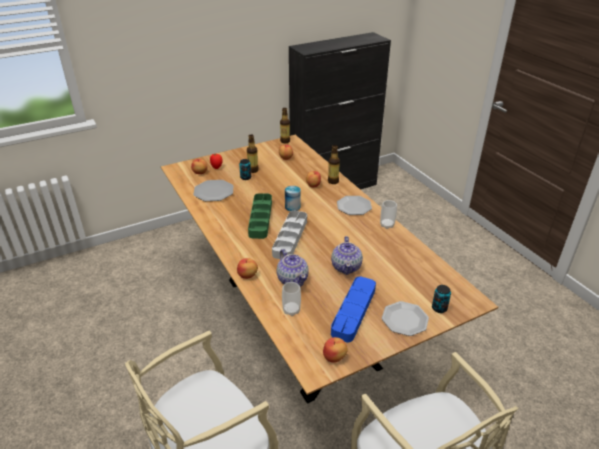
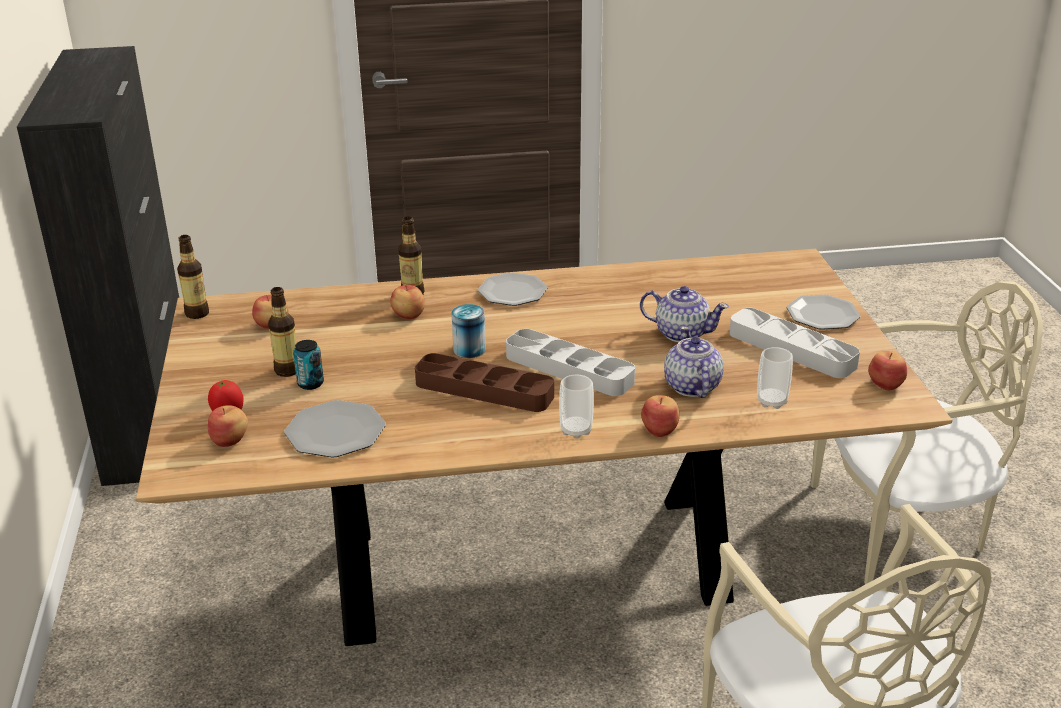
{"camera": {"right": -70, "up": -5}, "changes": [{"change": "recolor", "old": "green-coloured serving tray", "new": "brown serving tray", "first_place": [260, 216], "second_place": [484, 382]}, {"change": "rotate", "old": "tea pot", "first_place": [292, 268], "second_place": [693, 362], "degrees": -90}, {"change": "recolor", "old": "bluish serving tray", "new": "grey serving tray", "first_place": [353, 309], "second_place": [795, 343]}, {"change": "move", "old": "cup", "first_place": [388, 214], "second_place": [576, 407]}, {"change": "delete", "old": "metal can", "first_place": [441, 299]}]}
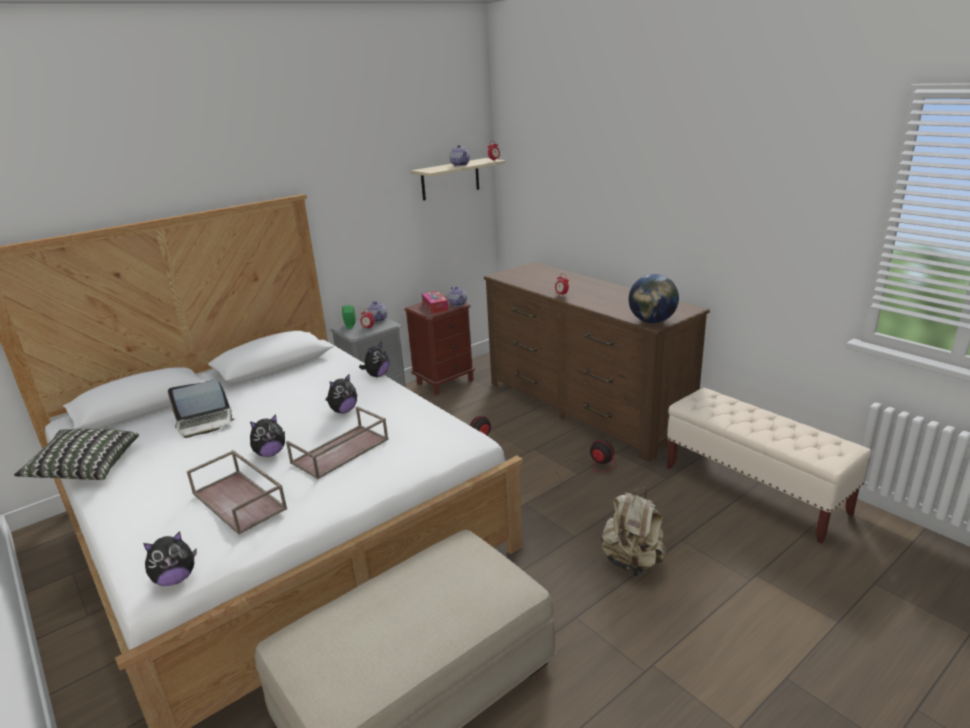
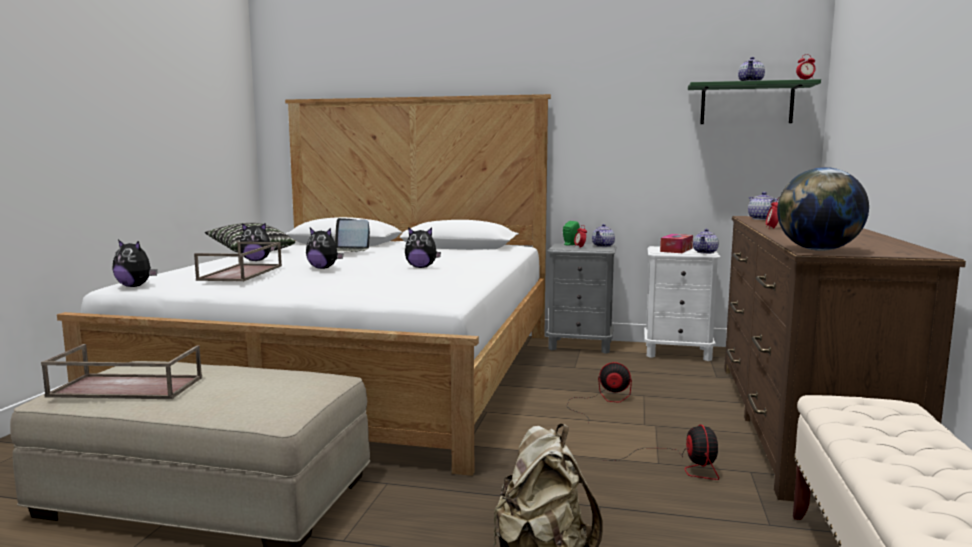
{"camera": {"right": 50, "up": -15}, "changes": [{"change": "move", "old": "brown serving tray", "first_place": [337, 443], "second_place": [121, 371]}, {"change": "move", "old": "plush toy", "first_place": [374, 359], "second_place": [257, 242]}, {"change": "recolor", "old": "brown bedside table", "new": "whitish bedside table", "first_place": [440, 345], "second_place": [682, 303]}, {"change": "recolor", "old": "beige shelf", "new": "green-coloured shelf", "first_place": [458, 179], "second_place": [754, 101]}, {"change": "insert", "new": "tea pot", "second_place": [763, 206]}]}
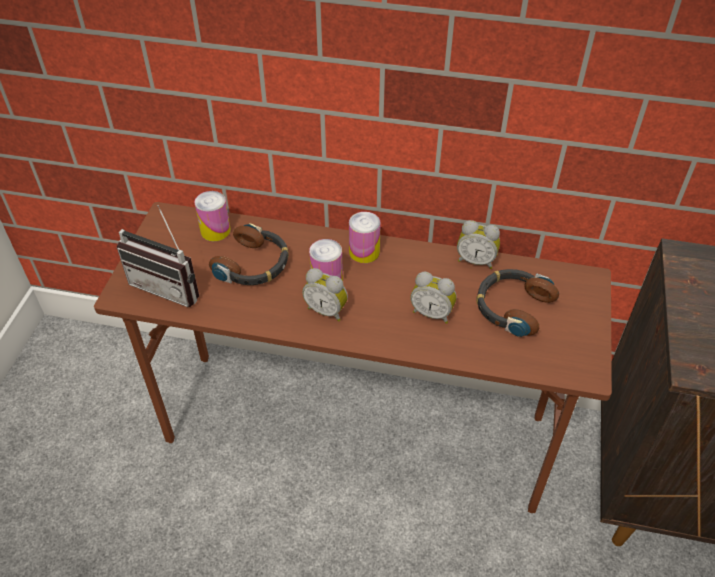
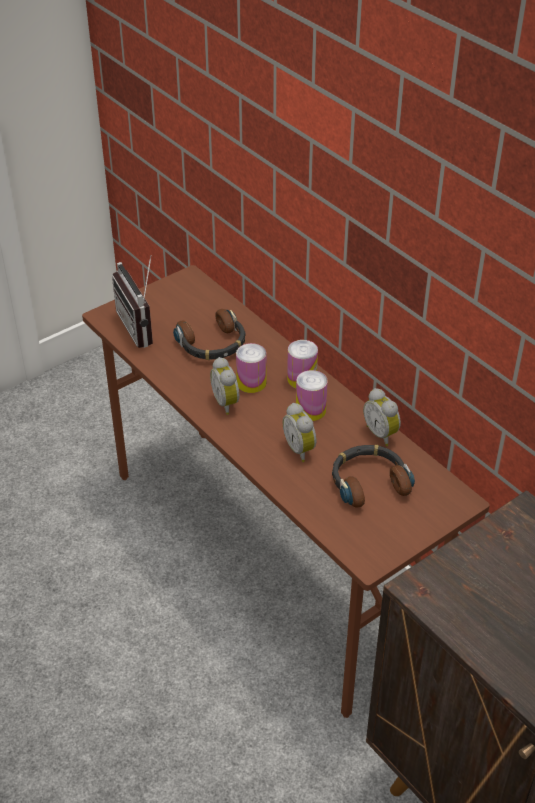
{"camera": {"right": 40, "up": -5}, "changes": [{"change": "move", "old": "metal can", "first_place": [213, 216], "second_place": [312, 395]}]}
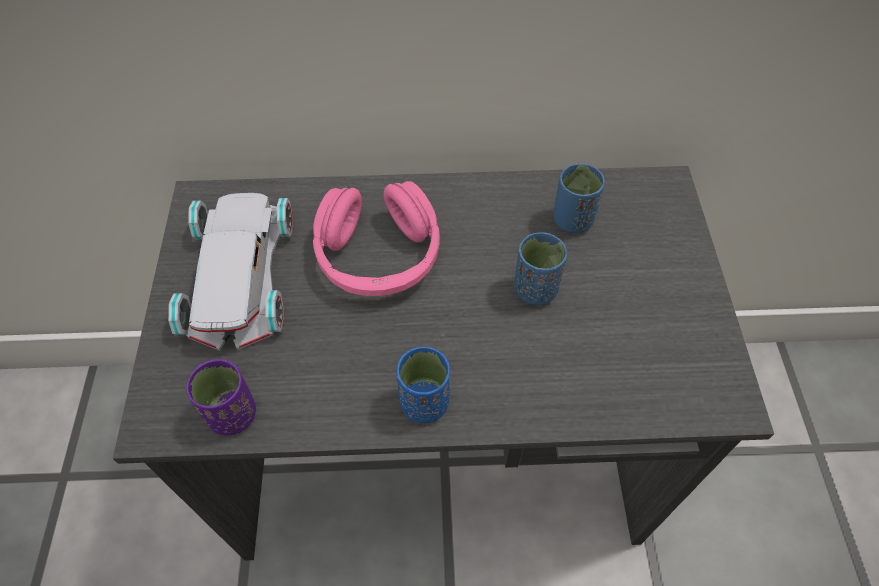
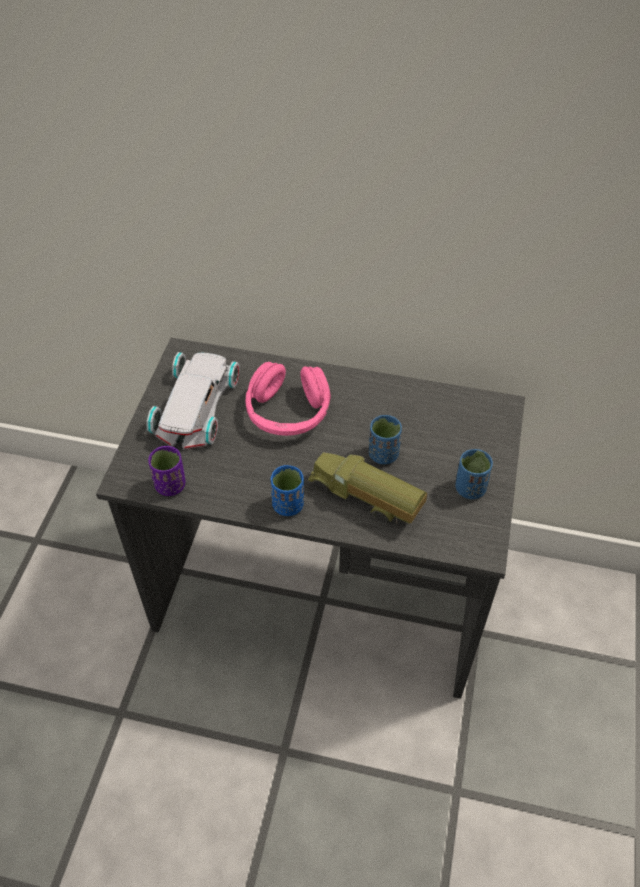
{"camera": {"right": 15, "up": -5}, "changes": [{"change": "move", "old": "bluish cup", "first_place": [579, 198], "second_place": [474, 474]}, {"change": "insert", "new": "toy lorry", "second_place": [367, 488]}]}
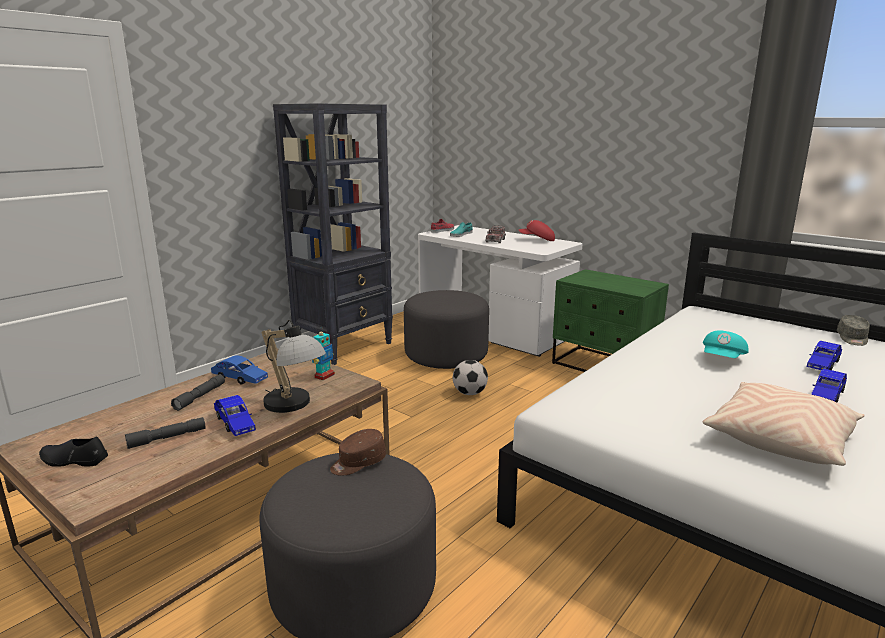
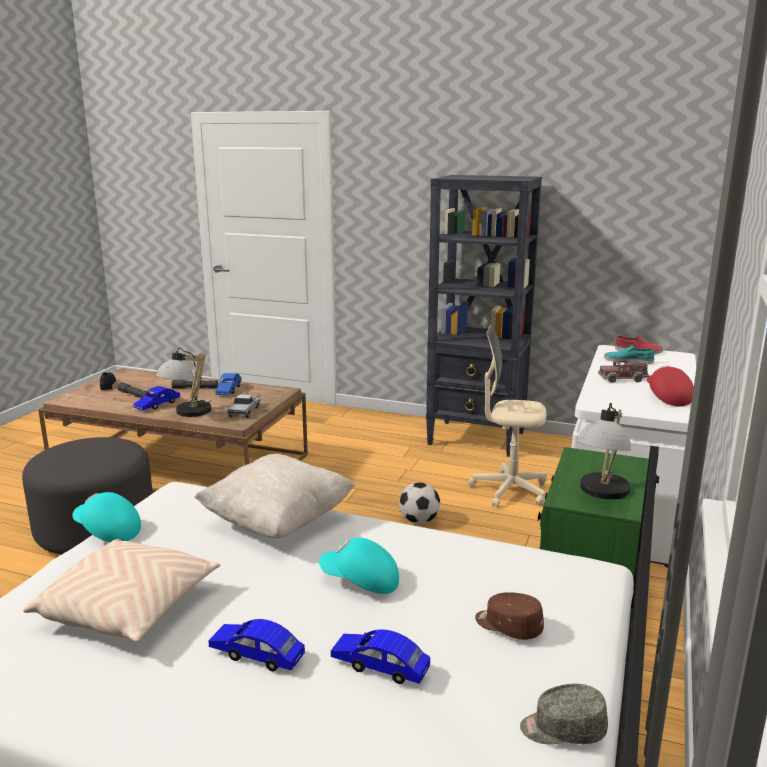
{"camera": {"right": 70, "up": 0}, "changes": [{"change": "replace", "old": "robot figure", "new": "toy lorry", "first_place": [323, 354], "second_place": [243, 405]}, {"change": "move", "old": "brown peaked cap", "first_place": [358, 452], "second_place": [509, 616]}, {"change": "replace", "old": "grey ottoman", "new": "beige office chair", "first_place": [446, 329], "second_place": [507, 416]}, {"change": "insert", "new": "turquoise-coloured peaked cap", "second_place": [106, 517]}, {"change": "insert", "new": "beige cushion", "second_place": [275, 496]}, {"change": "insert", "new": "table lamp", "second_place": [603, 451]}]}
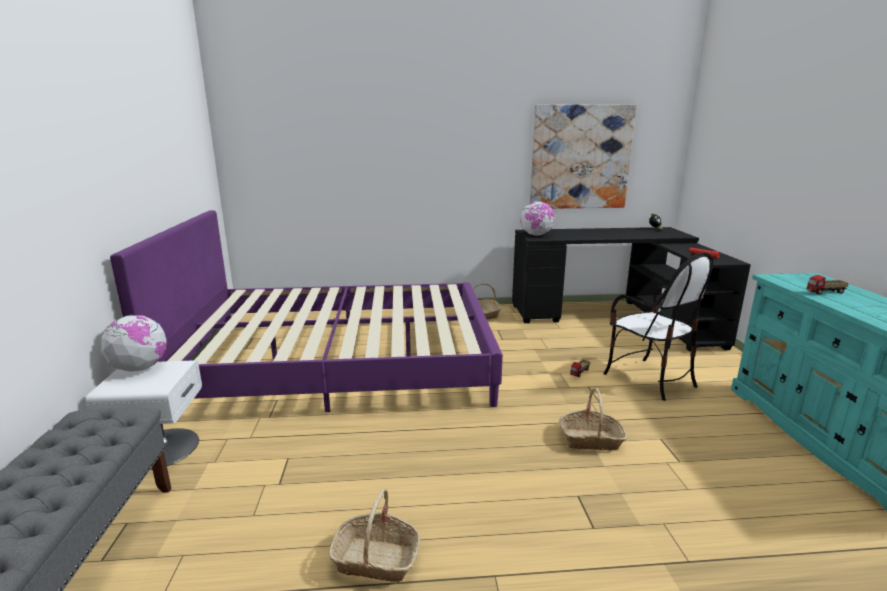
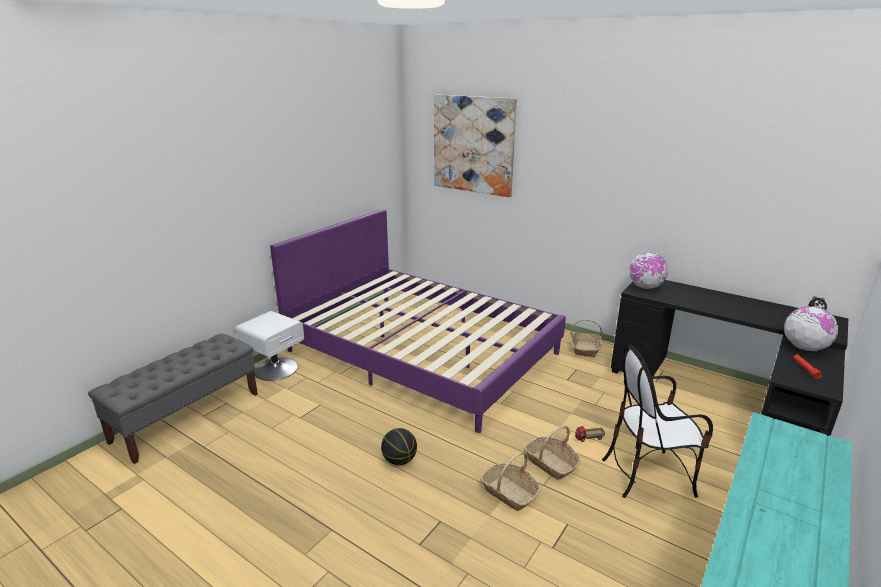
{"camera": {"right": 40, "up": 5}, "changes": [{"change": "move", "old": "globe", "first_place": [134, 343], "second_place": [811, 328]}, {"change": "move", "old": "basket", "first_place": [374, 535], "second_place": [552, 452]}, {"change": "move", "old": "picture", "first_place": [583, 156], "second_place": [475, 145]}, {"change": "rotate", "old": "chair", "first_place": [658, 326], "second_place": [657, 421], "degrees": 75}, {"change": "delete", "old": "toy lorry", "first_place": [828, 285]}, {"change": "insert", "new": "ball for basketball", "second_place": [399, 446]}]}
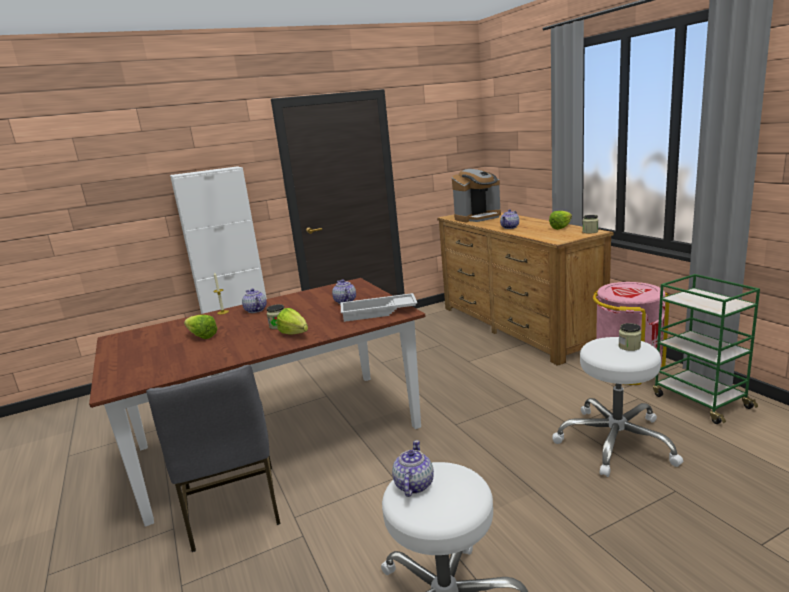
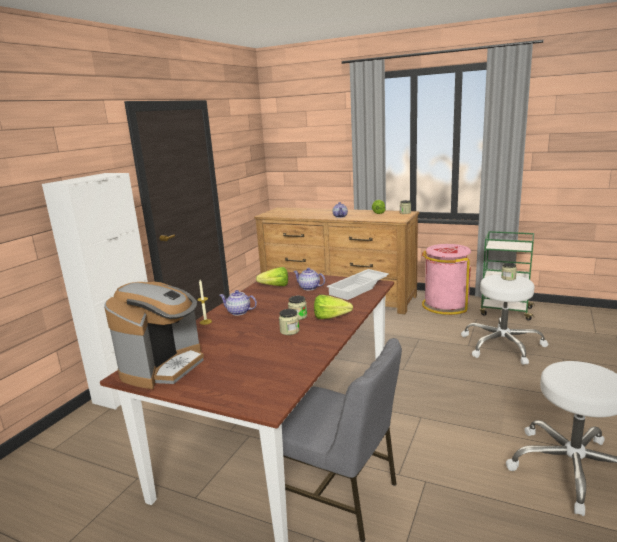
{"camera": {"right": -40, "up": 0}, "changes": [{"change": "move", "old": "head of lettuce", "first_place": [201, 327], "second_place": [272, 276]}, {"change": "delete", "old": "tea pot", "first_place": [413, 468]}, {"change": "move", "old": "coffee maker", "first_place": [476, 196], "second_place": [154, 335]}, {"change": "insert", "new": "preserve jar", "second_place": [289, 322]}]}
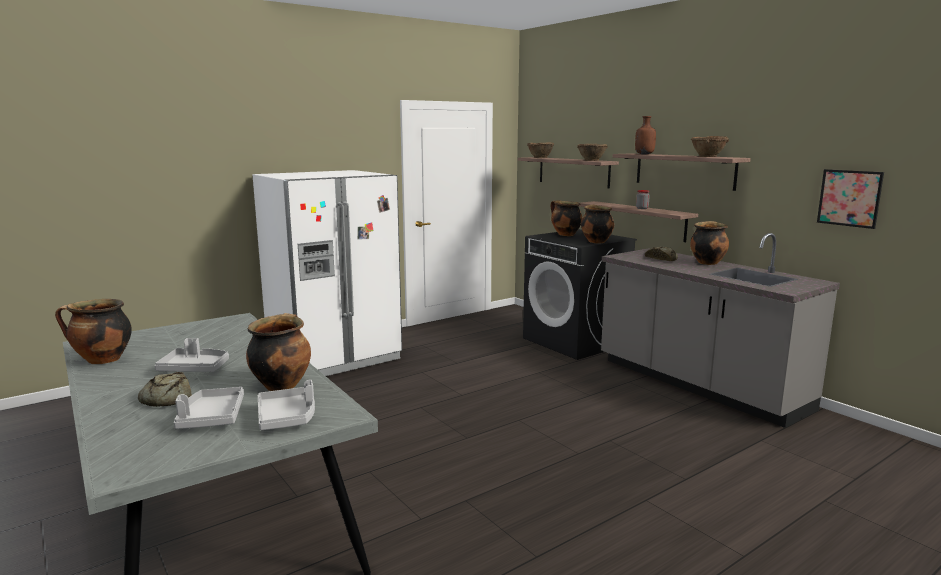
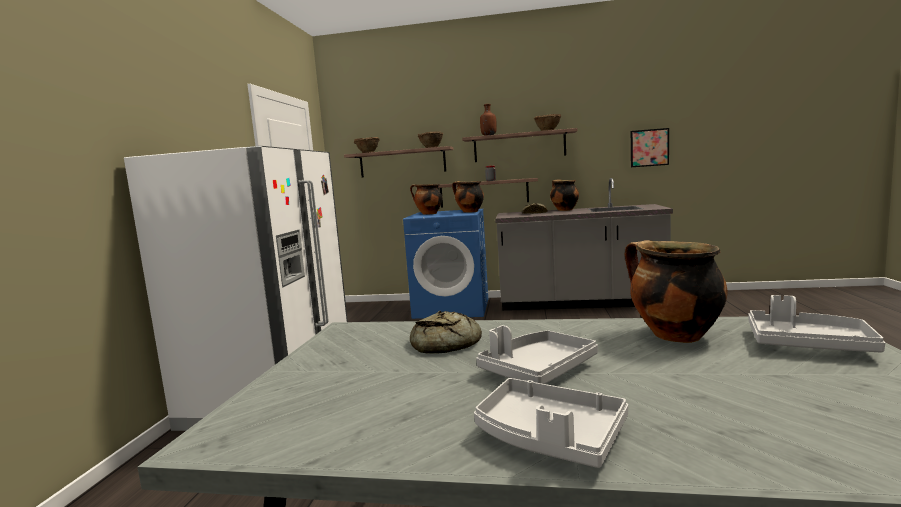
{"camera": {"right": -45, "up": -5}, "changes": [{"change": "delete", "old": "cooking pot", "first_place": [93, 331]}, {"change": "move", "old": "bread", "first_place": [164, 389], "second_place": [446, 332]}, {"change": "move", "old": "grey serving tray", "first_place": [209, 408], "second_place": [551, 423]}, {"change": "recolor", "old": "black laundry machine", "new": "bluish laundry machine", "first_place": [580, 294], "second_place": [445, 264]}]}
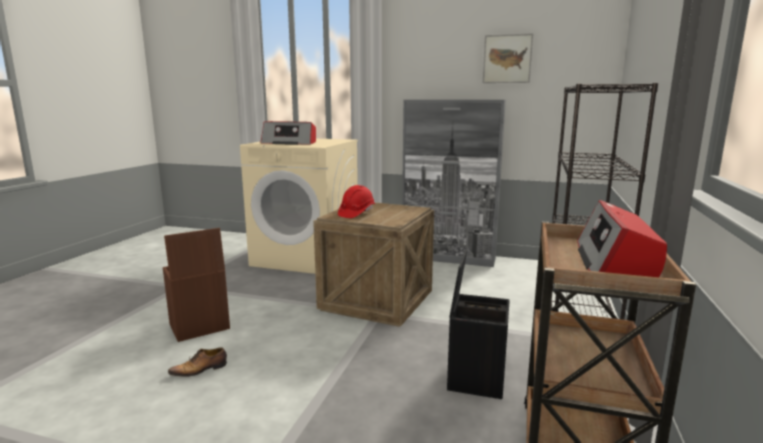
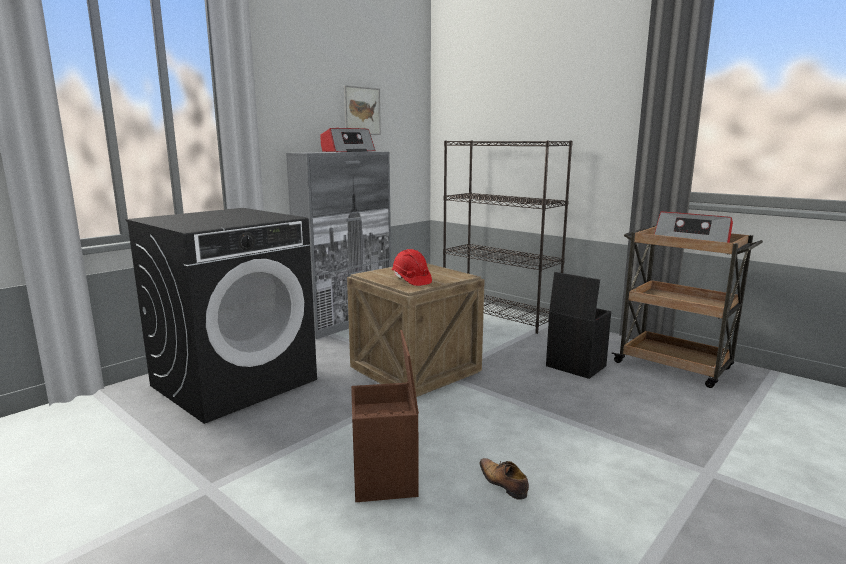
{"camera": {"right": -65, "up": 0}, "changes": [{"change": "rotate", "old": "low shoe", "first_place": [197, 362], "second_place": [504, 479], "degrees": 150}, {"change": "recolor", "old": "beige laundry machine", "new": "black laundry machine", "first_place": [299, 206], "second_place": [221, 316]}, {"change": "move", "old": "radio receiver", "first_place": [288, 133], "second_place": [348, 140]}]}
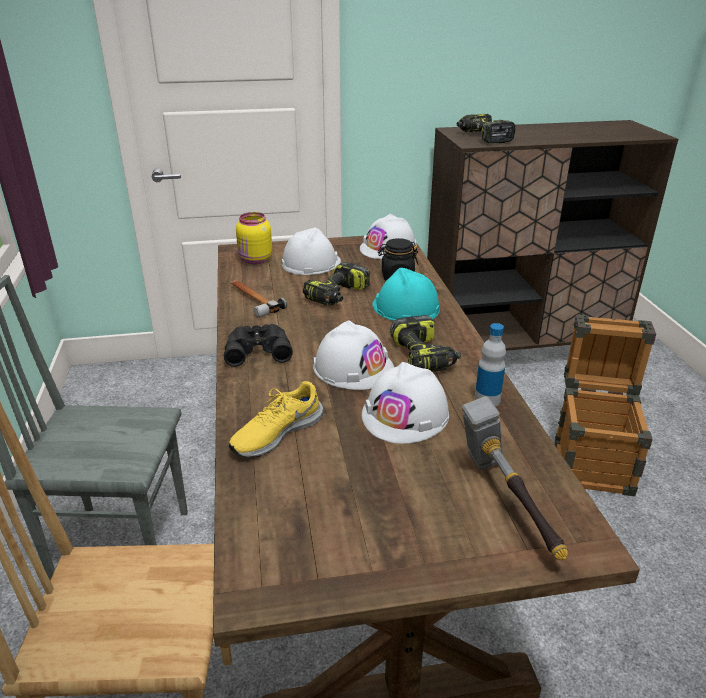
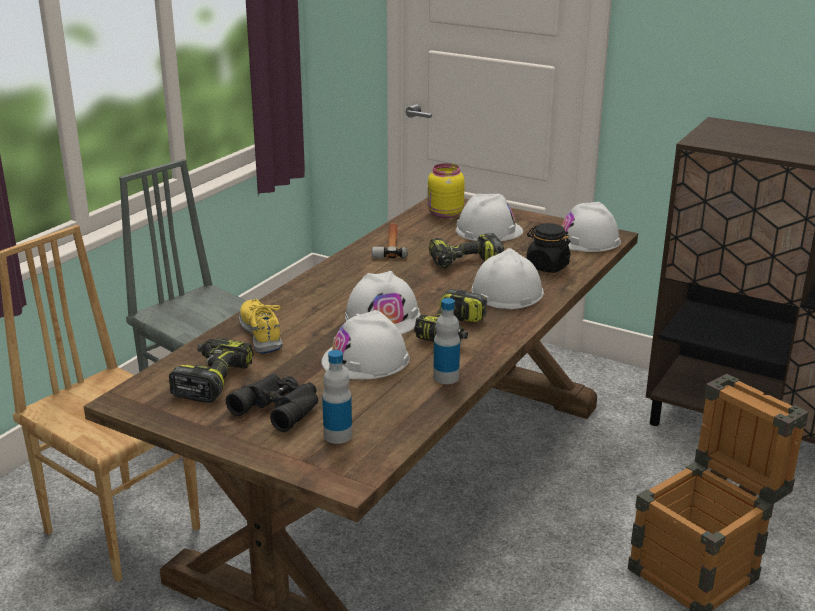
{"camera": {"right": 40, "up": -5}, "changes": [{"change": "move", "old": "black field glasses", "first_place": [258, 345], "second_place": [272, 403]}, {"change": "rotate", "old": "yellow low shoe", "first_place": [276, 419], "second_place": [261, 326], "degrees": 75}, {"change": "recolor", "old": "turquoise-coloured hard hat", "new": "whitish hard hat", "first_place": [406, 294], "second_place": [507, 278]}, {"change": "move", "old": "electric drill", "first_place": [486, 128], "second_place": [211, 370]}, {"change": "replace", "old": "tool hammer", "new": "bottle", "first_place": [515, 478], "second_place": [337, 397]}]}
